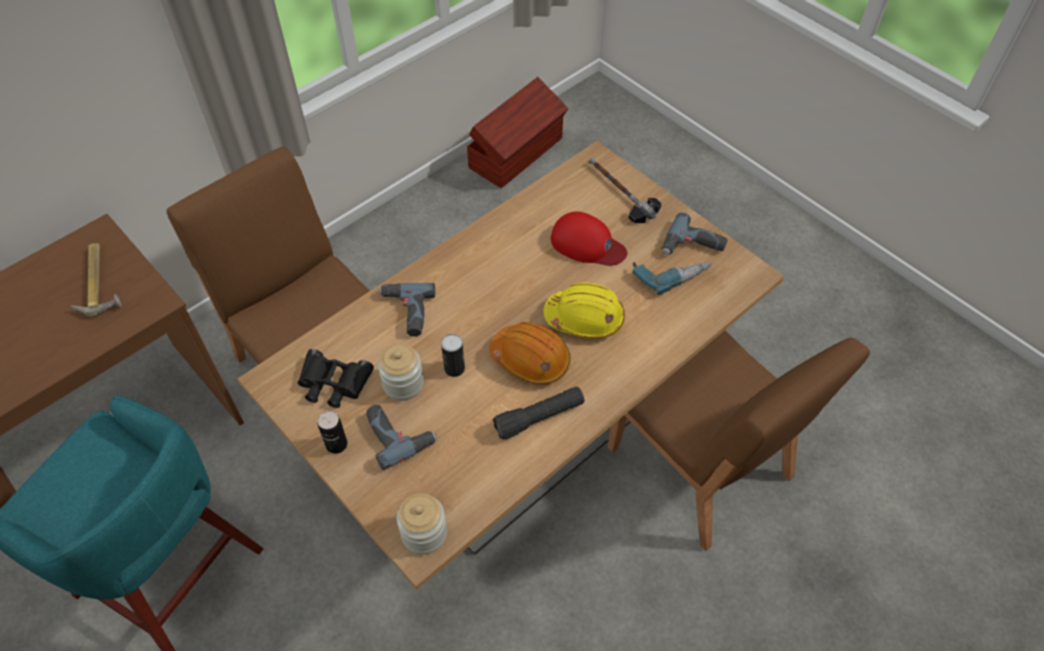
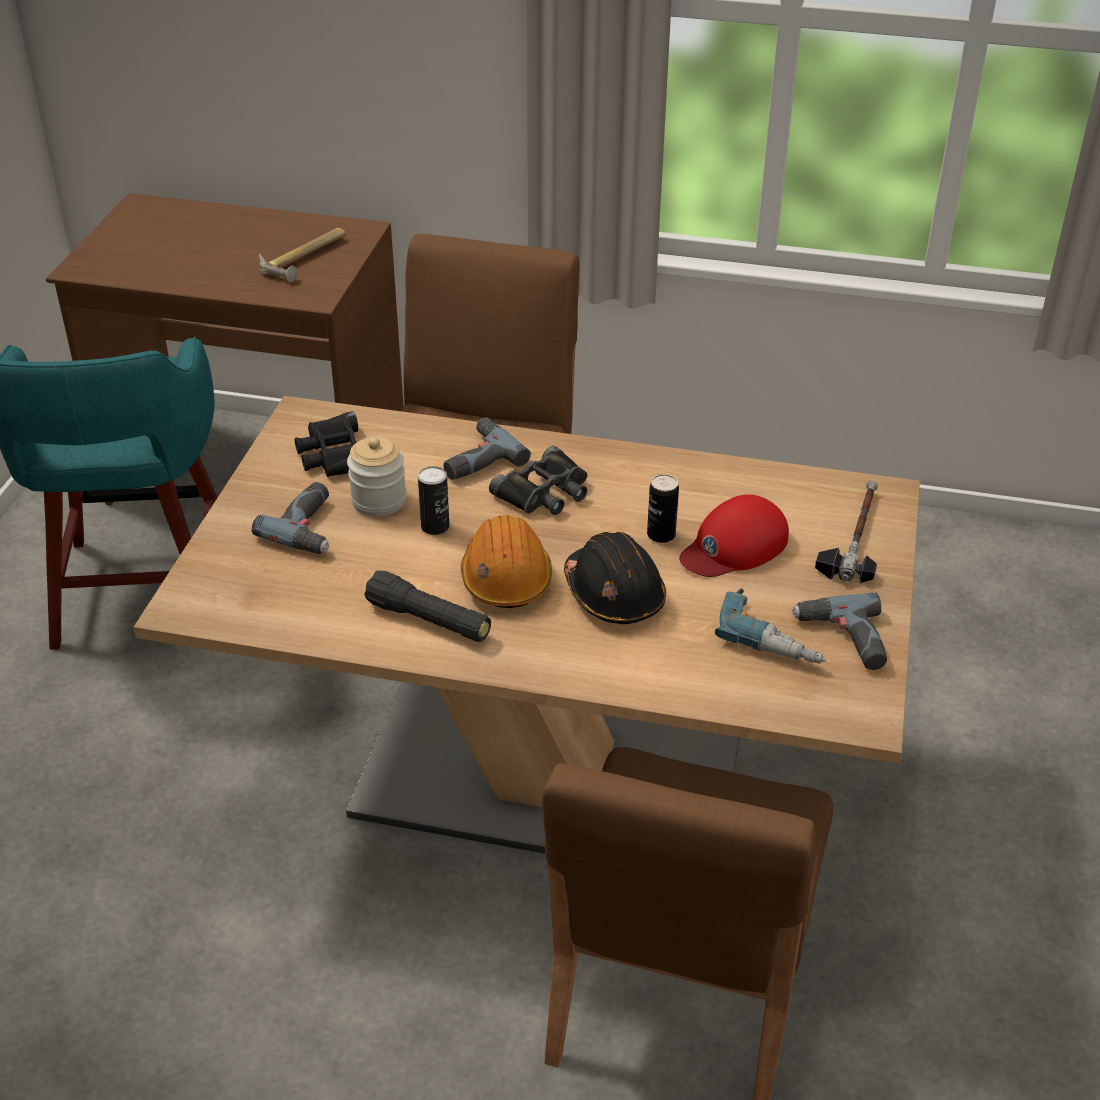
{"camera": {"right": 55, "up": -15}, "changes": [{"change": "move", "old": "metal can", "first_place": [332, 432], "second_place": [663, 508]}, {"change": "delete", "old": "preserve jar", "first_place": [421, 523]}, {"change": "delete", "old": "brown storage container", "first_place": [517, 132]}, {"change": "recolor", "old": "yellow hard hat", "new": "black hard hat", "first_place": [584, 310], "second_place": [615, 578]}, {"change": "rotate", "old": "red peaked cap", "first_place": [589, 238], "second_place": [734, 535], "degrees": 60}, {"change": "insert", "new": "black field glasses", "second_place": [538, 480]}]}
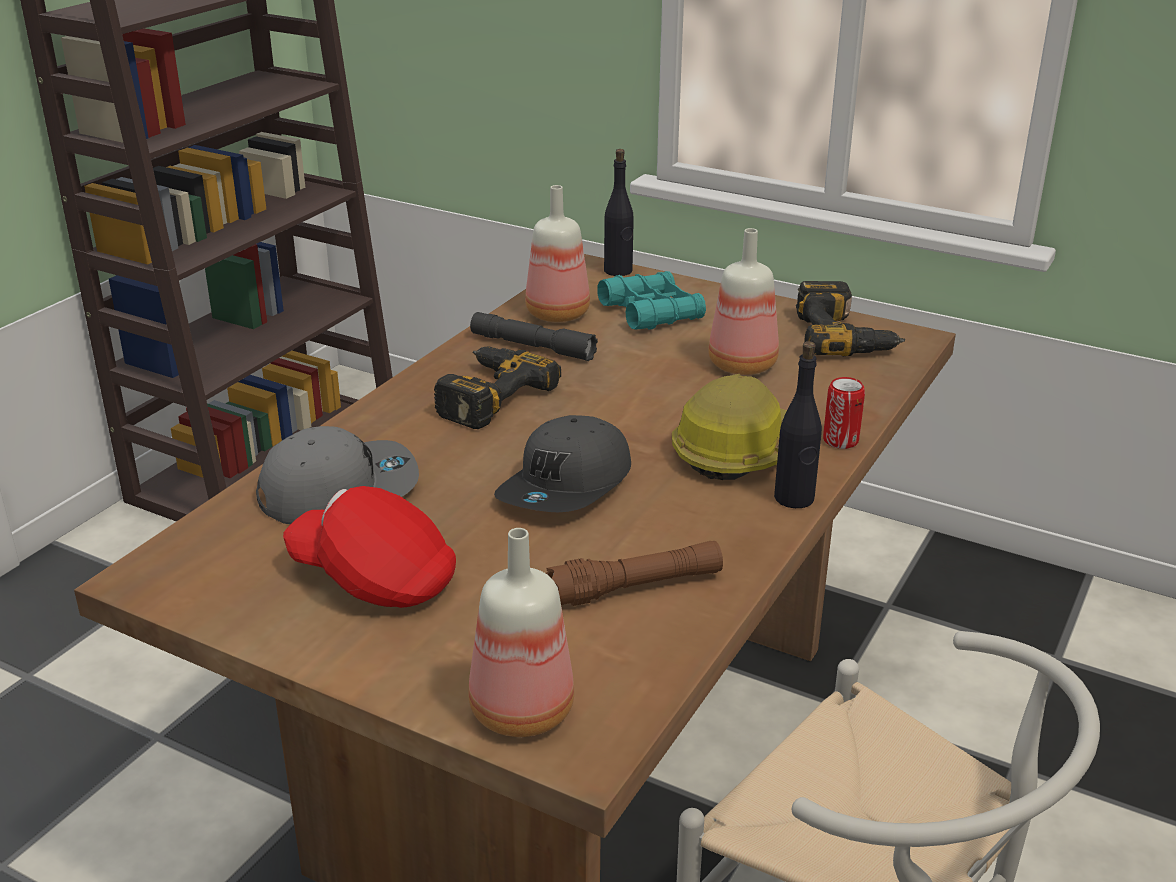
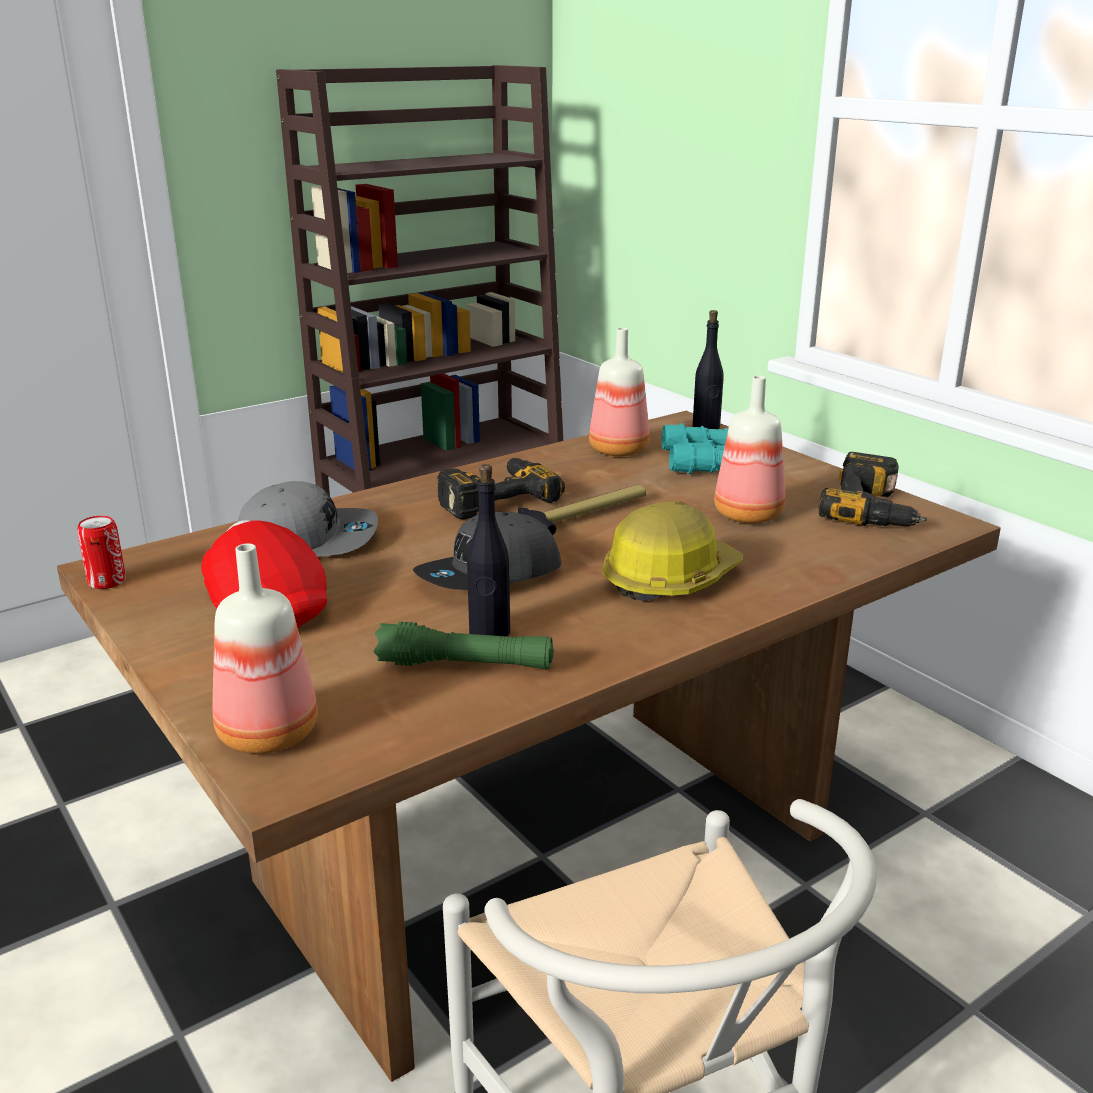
{"camera": {"right": 25, "up": -5}, "changes": [{"change": "delete", "old": "grey hand torch", "first_place": [534, 336]}, {"change": "recolor", "old": "brown hand torch", "new": "green-coloured hand torch", "first_place": [634, 573], "second_place": [464, 645]}, {"change": "move", "old": "black bottle", "first_place": [798, 424], "second_place": [488, 550]}, {"change": "move", "old": "metal can", "first_place": [844, 413], "second_place": [101, 552]}, {"change": "insert", "new": "tool hammer", "second_place": [582, 510]}]}
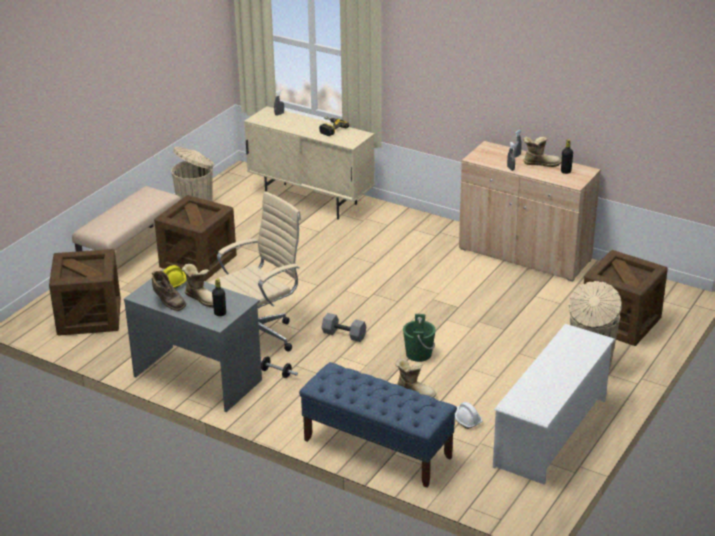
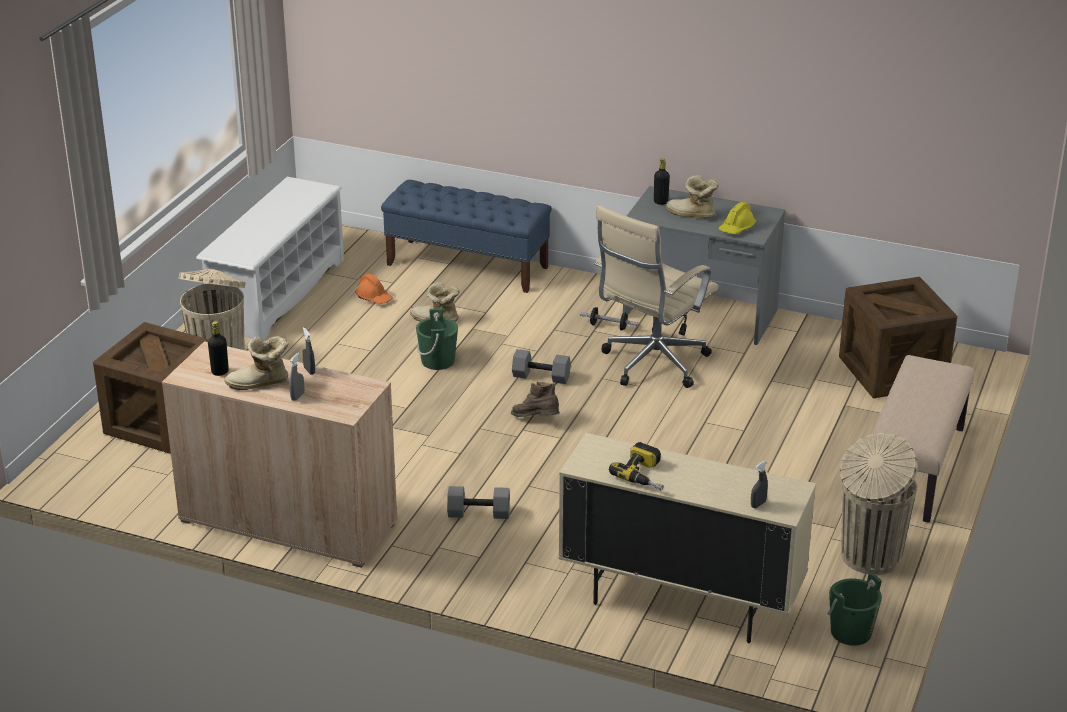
{"camera": {"right": 170, "up": 0}, "changes": [{"change": "move", "old": "brown tall boot", "first_place": [169, 291], "second_place": [535, 399]}, {"change": "delete", "old": "crate", "first_place": [195, 238]}, {"change": "recolor", "old": "whitish hard hat", "new": "orange hard hat", "first_place": [469, 415], "second_place": [374, 289]}, {"change": "insert", "new": "grey hand weight", "second_place": [478, 502]}, {"change": "insert", "new": "green-coloured bucket", "second_place": [855, 609]}]}
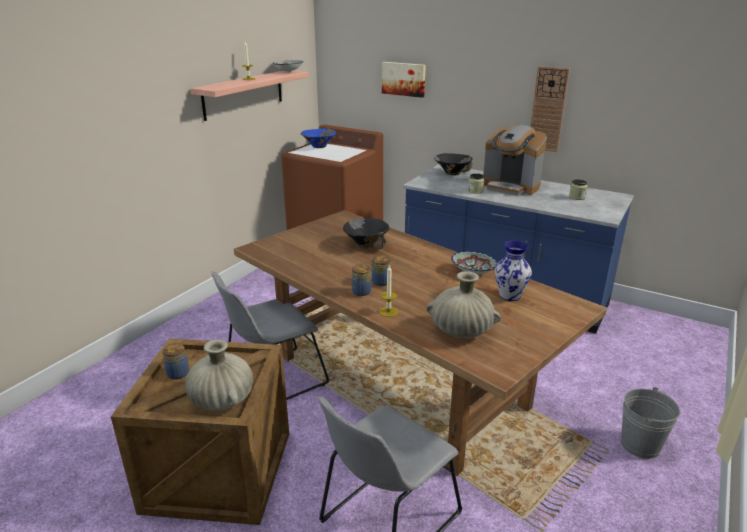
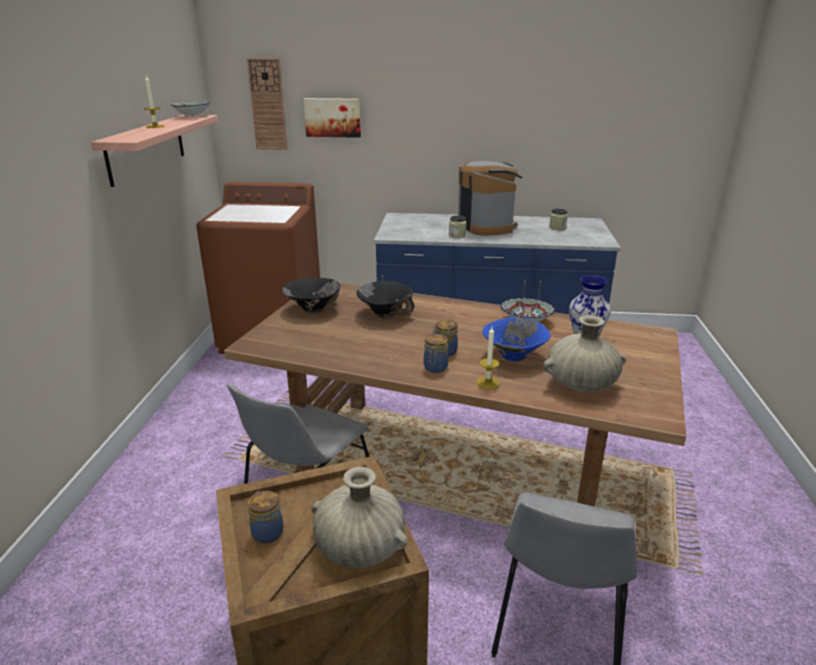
{"camera": {"right": -25, "up": 0}, "changes": [{"change": "move", "old": "bluish serving bowl", "first_place": [318, 138], "second_place": [516, 339]}, {"change": "move", "old": "black serving bowl", "first_place": [453, 164], "second_place": [311, 295]}, {"change": "rotate", "old": "coffee maker", "first_place": [515, 160], "second_place": [490, 198], "degrees": -120}, {"change": "move", "old": "wall clock", "first_place": [550, 109], "second_place": [267, 104]}, {"change": "delete", "old": "grey bucket", "first_place": [650, 423]}]}
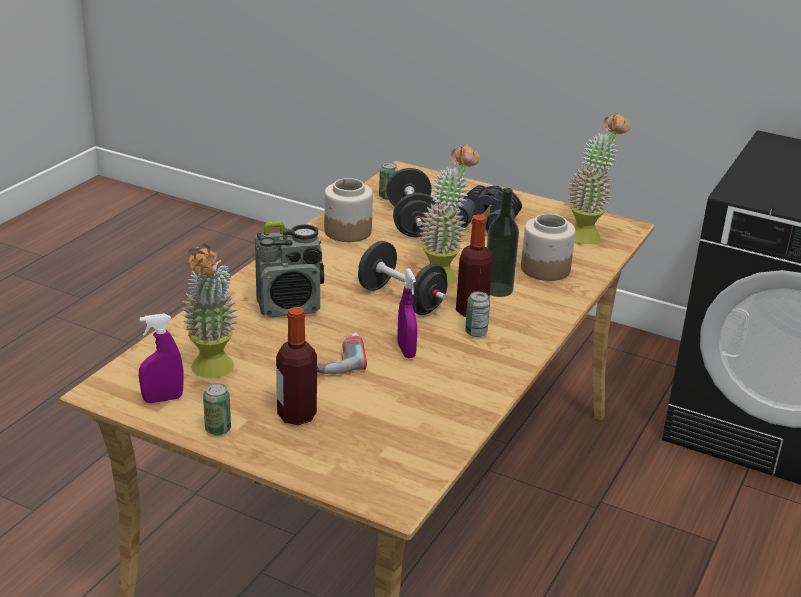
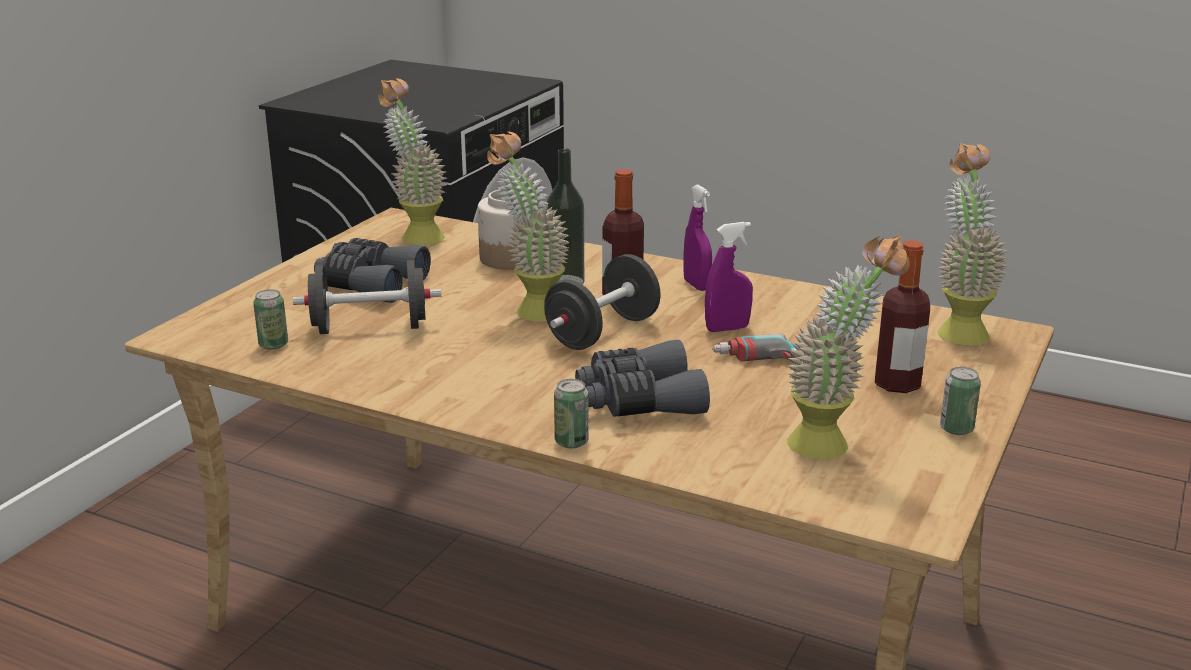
{"camera": {"right": -90, "up": -5}, "changes": [{"change": "move", "old": "purple-coloured sprayer", "first_place": [161, 358], "second_place": [697, 238]}, {"change": "replace", "old": "radio receiver", "new": "grey field glasses", "first_place": [289, 269], "second_place": [642, 378]}, {"change": "delete", "old": "preserve jar", "first_place": [348, 210]}, {"change": "move", "old": "metal can", "first_place": [477, 314], "second_place": [571, 413]}, {"change": "insert", "new": "plant in a pot", "second_place": [972, 244]}]}
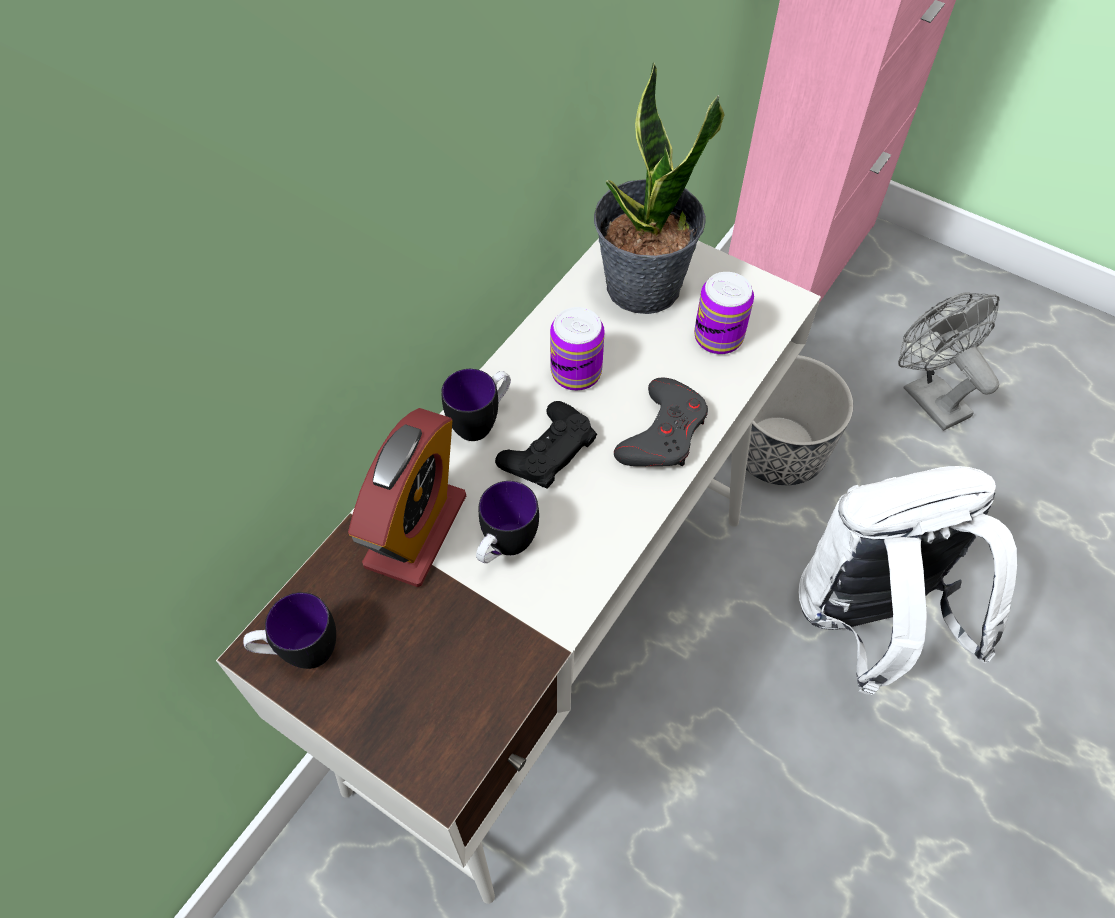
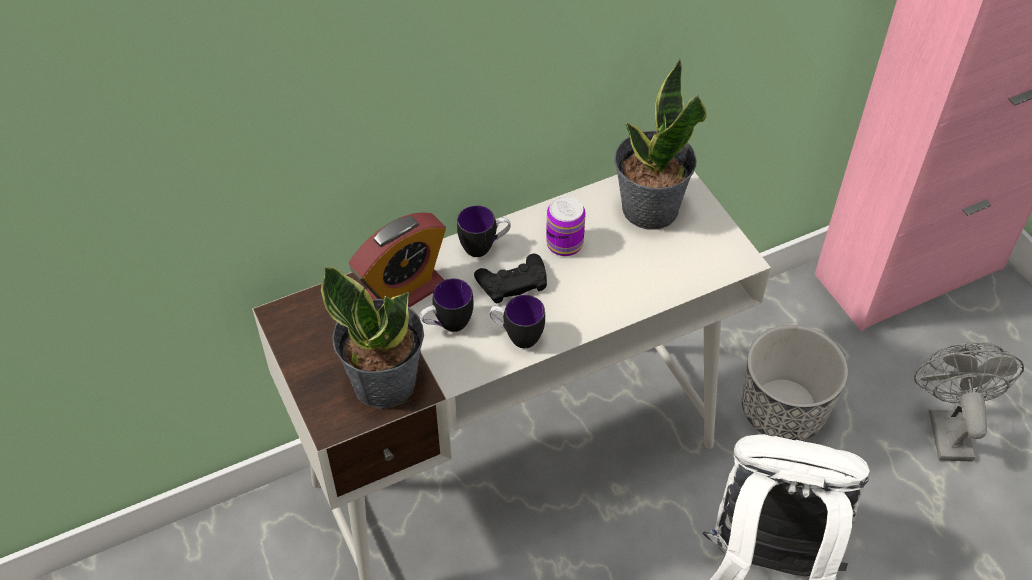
{"camera": {"right": 30, "up": -5}, "changes": [{"change": "move", "old": "mug", "first_place": [289, 630], "second_place": [517, 321]}, {"change": "delete", "old": "grey joypad", "first_place": [661, 421]}, {"change": "delete", "old": "metal can", "first_place": [724, 313]}, {"change": "insert", "new": "plant in a pot", "second_place": [372, 337]}]}
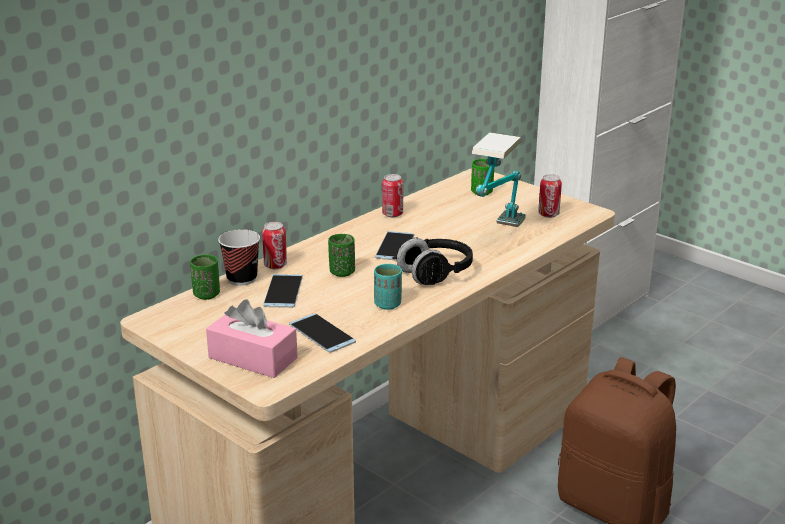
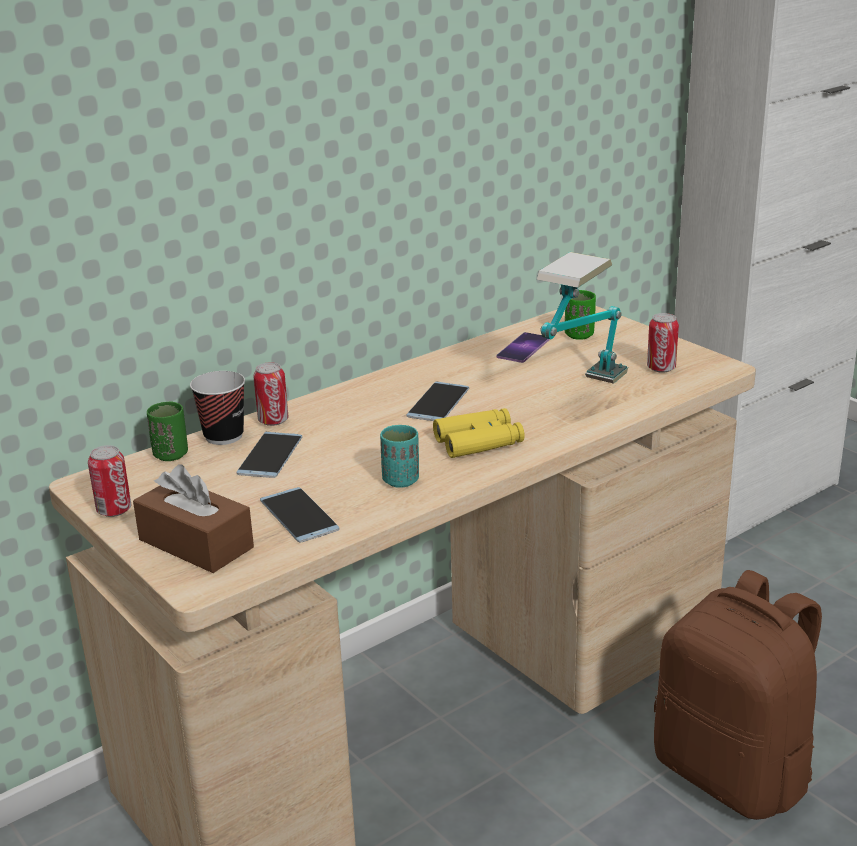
{"camera": {"right": 10, "up": 0}, "changes": [{"change": "recolor", "old": "pinkish tissue box", "new": "brown tissue box", "first_place": [252, 339], "second_place": [193, 518]}, {"change": "delete", "old": "green-coloured cup", "first_place": [341, 255]}, {"change": "move", "old": "metal can", "first_place": [392, 195], "second_place": [109, 481]}, {"change": "replace", "old": "black headphones", "new": "yellow field glasses", "first_place": [432, 261], "second_place": [479, 433]}, {"change": "insert", "new": "phone", "second_place": [523, 347]}]}
